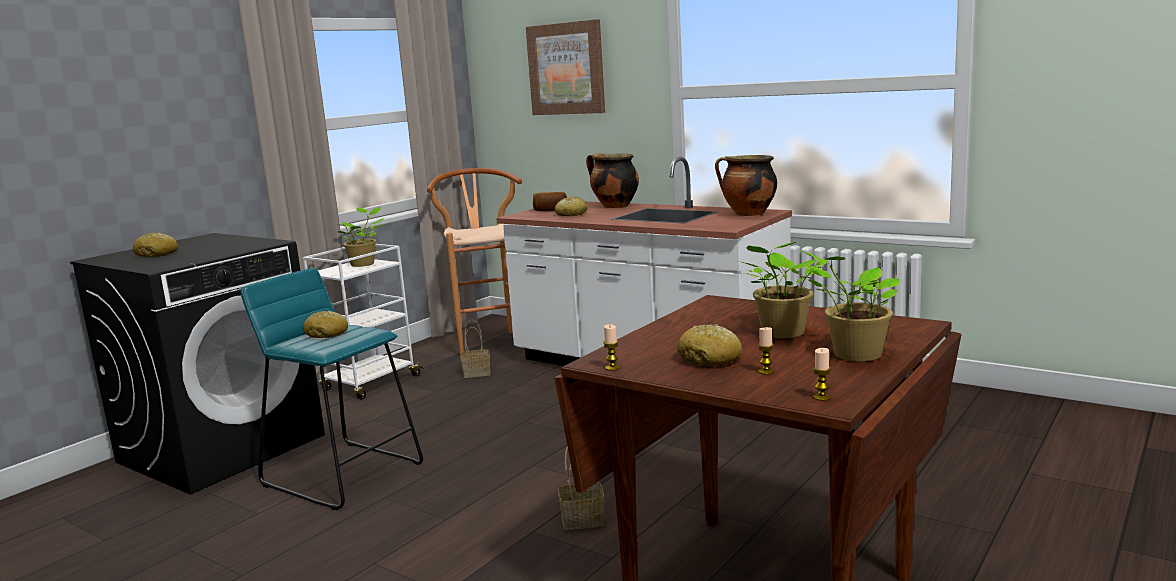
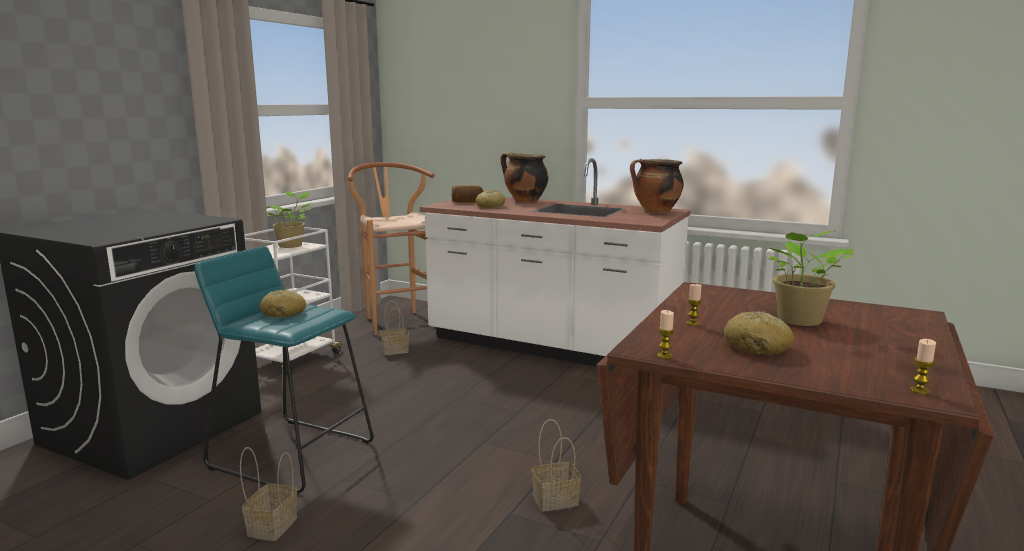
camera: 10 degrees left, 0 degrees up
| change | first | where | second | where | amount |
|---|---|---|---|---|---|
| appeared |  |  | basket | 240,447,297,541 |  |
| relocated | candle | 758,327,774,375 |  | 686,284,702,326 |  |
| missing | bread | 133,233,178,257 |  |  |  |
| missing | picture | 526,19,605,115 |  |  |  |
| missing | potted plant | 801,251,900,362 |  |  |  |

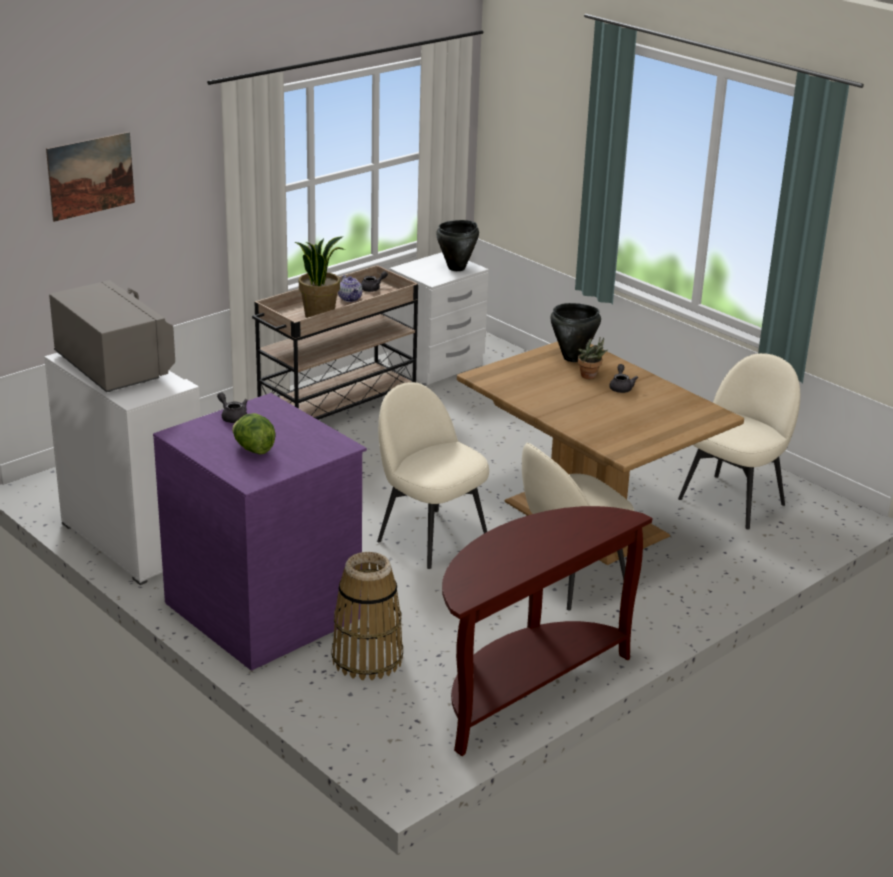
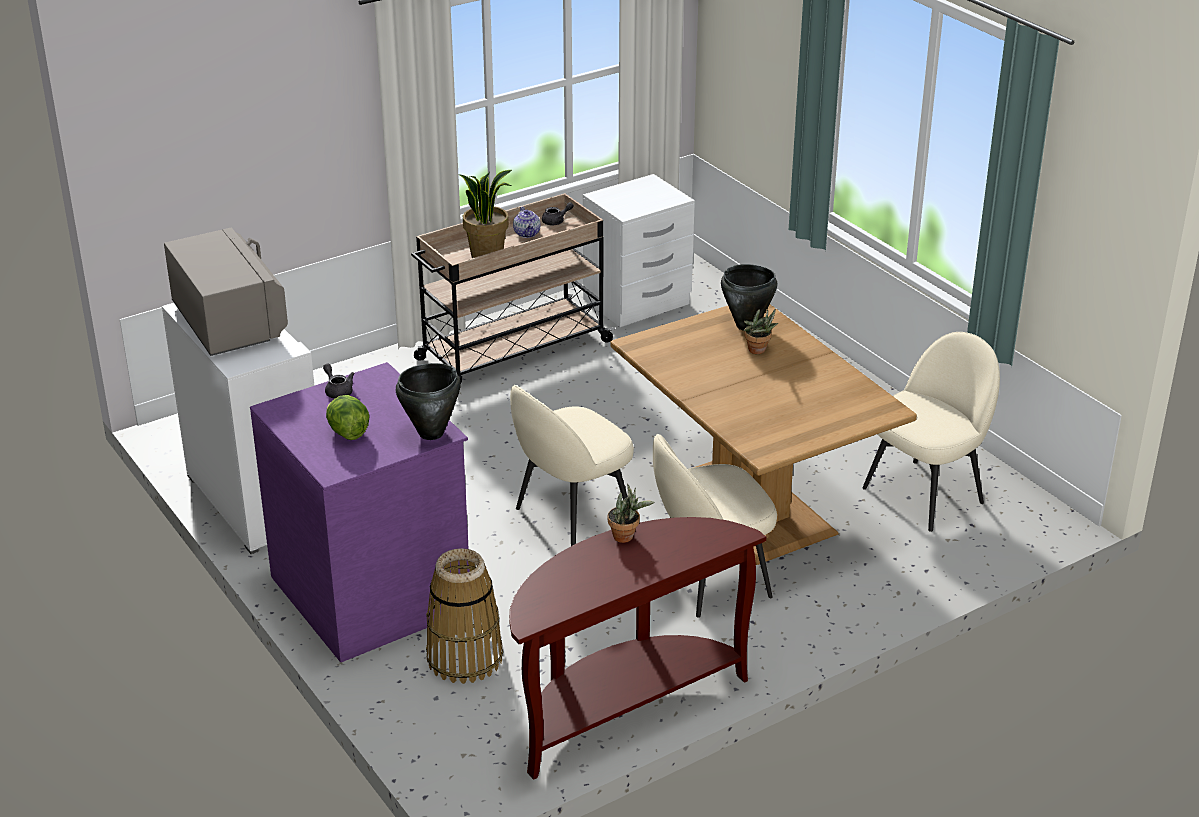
camera: 10 degrees right, 5 degrees up
| change | first | where | second | where | amount |
|---|---|---|---|---|---|
| relocated | cooking pot (black) | 436,220,479,271 |  | 396,363,461,440 |  |
| spun | chair (beige) | 377,382,489,569 |  | 510,385,634,546 | 90 degrees counterclockwise |
| appeared |  |  | potted plant | 608,484,654,543 |  |
| missing | picture | 46,132,135,222 |  |  |  |
| missing | teapot (grey) | 609,364,638,393 |  |  |  |

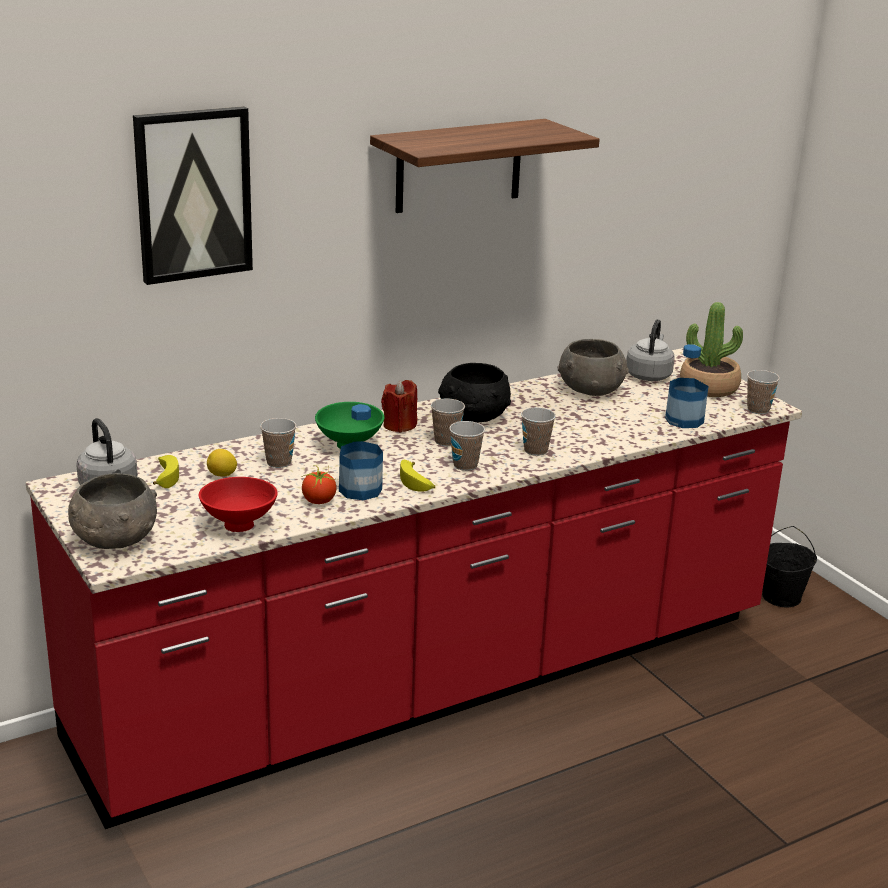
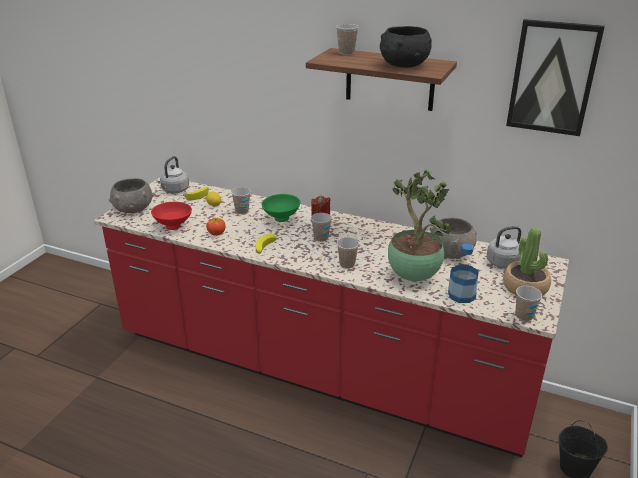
camera: 55 degrees right, 5 degrees up
| change | first | where | second | where | amount |
|---|---|---|---|---|---|
| relocated | cup | 449,421,485,471 |  | 336,24,359,55 |  |
| relocated | bowl (black) | 438,363,511,423 |  | 380,26,432,68 |  |
| appeared |  |  | potted plant | 388,170,454,281 |  |
| relocated | picture | 133,106,253,285 |  | 506,19,605,136 |  |
| missing | bottle | 339,404,383,500 |  |  |  |

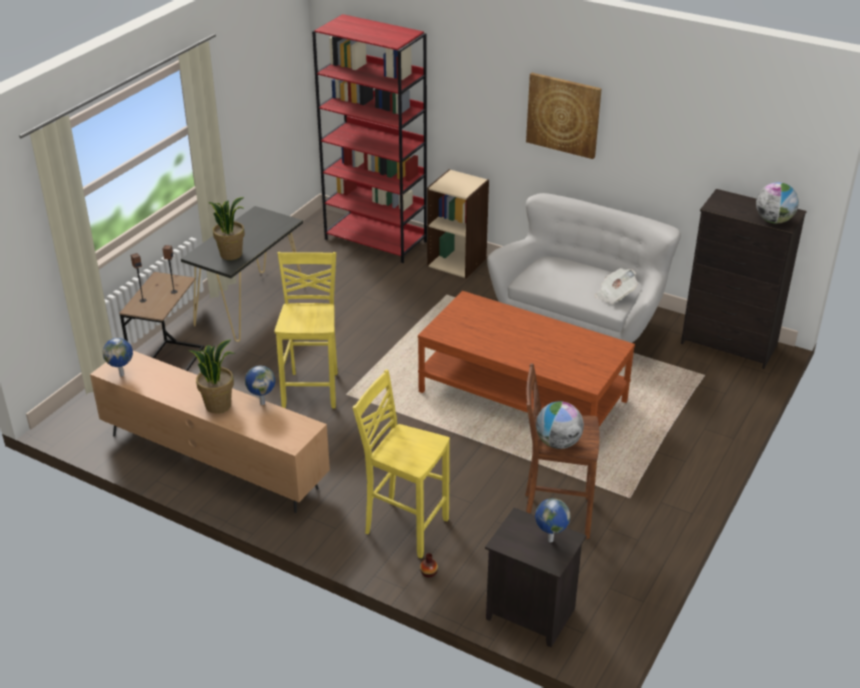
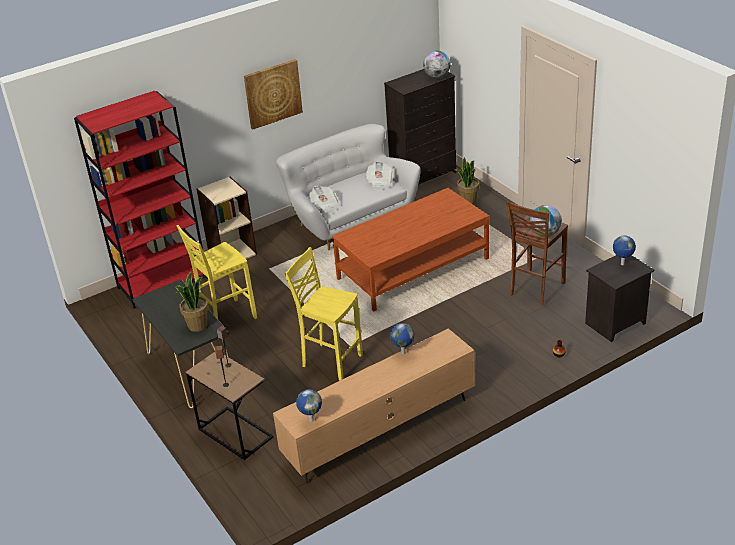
camera: 60 degrees left, 0 degrees up
| change | first | where | second | where | amount |
|---|---|---|---|---|---|
| relocated | stool (yellow) | 353,370,450,558 |  | 177,225,257,319 |  |
| appeared |  |  | newspaper | 309,185,340,214 |  |
| relocated | potted plant | 189,340,235,413 |  | 455,157,479,204 |  |

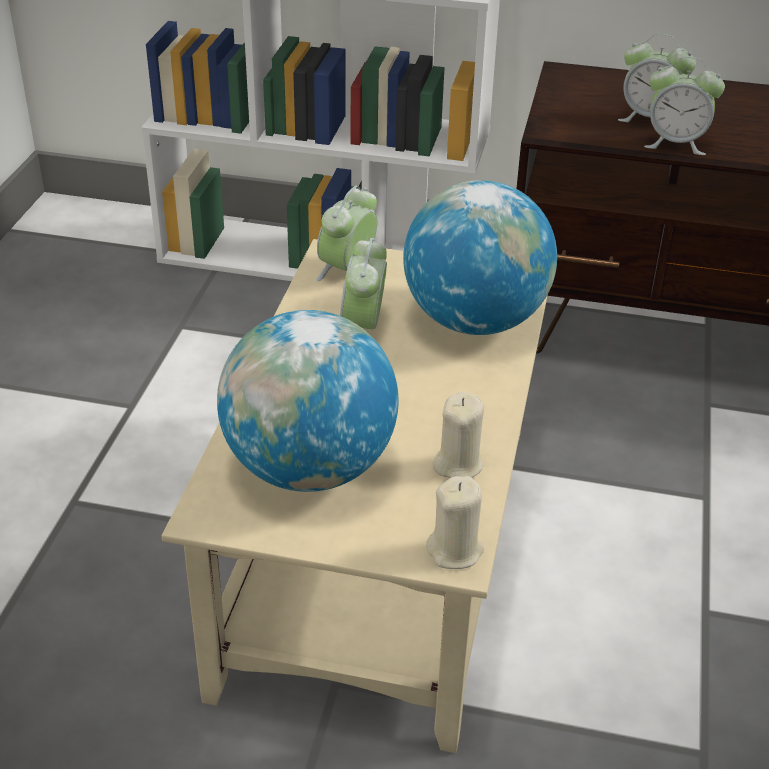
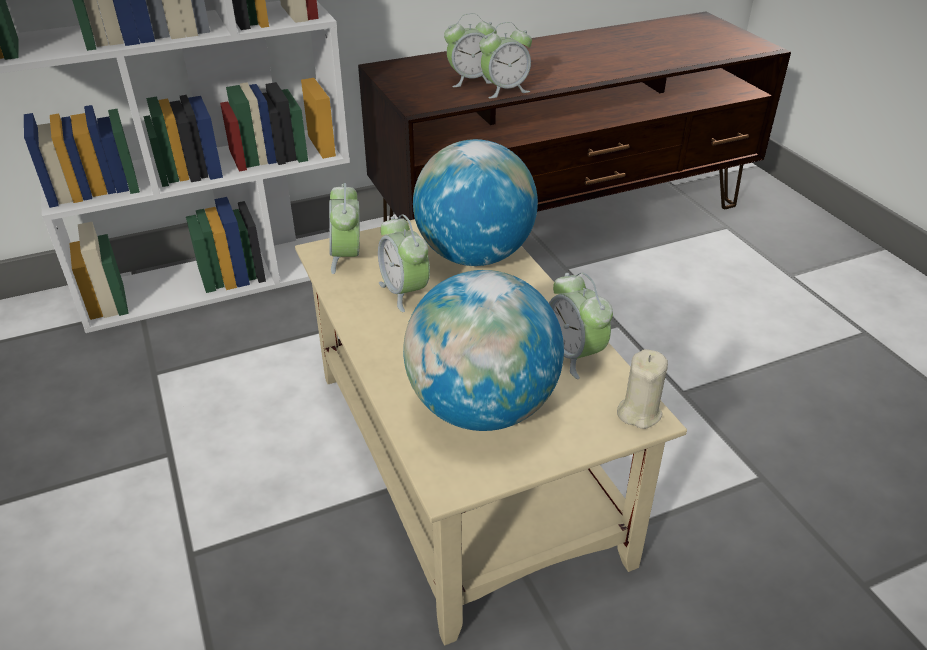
camera: 35 degrees left, 0 degrees up
| change | first | where | second | where | amount |
|---|---|---|---|---|---|
| exchanged | candle (beige) | 432,392,484,478 | alarm clock | 549,272,613,379 |  |

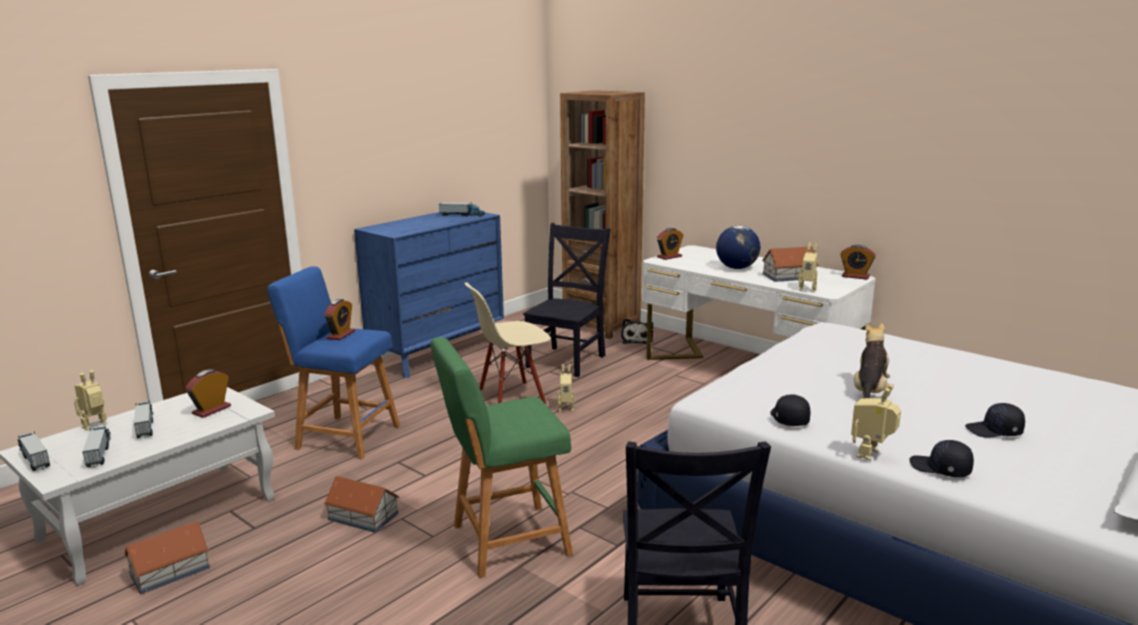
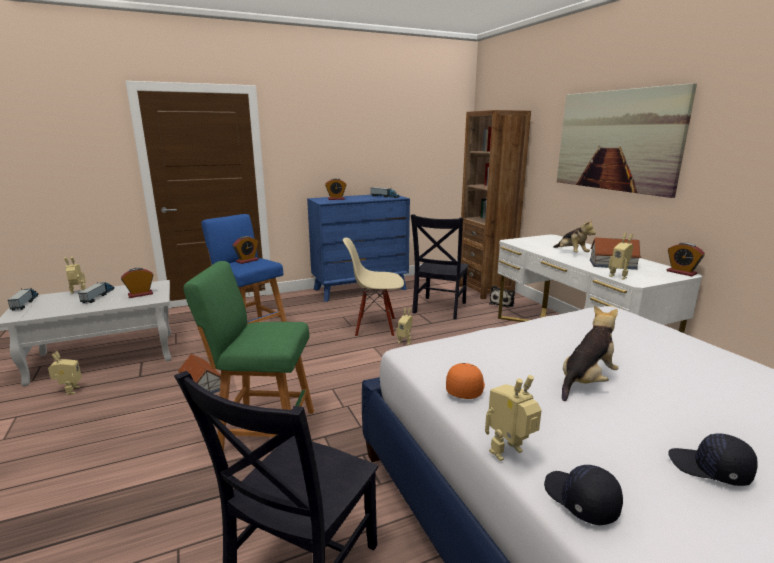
camera: 25 degrees right, 0 degrees up
| change | first | where | second | where | amount |
|---|---|---|---|---|---|
| exchanged | toy house | 124,521,210,594 | toy robot | 48,351,82,395 |  |
| relocated | alarm clock | 657,228,684,260 |  | 325,178,346,200 |  |
| spun | chair (black) | 523,223,611,377 |  | 411,214,469,319 | 150 degrees clockwise |
| colour | cap (black) | 770,394,810,426 | cap (orange) | 446,363,485,399 |  |
| exchanged | globe | 716,226,760,269 | plush toy | 553,219,596,252 |  |
| appeared |  |  | picture | 557,83,697,198 |  |
| missing | toy truck | 83,426,111,467 |  |  |  |

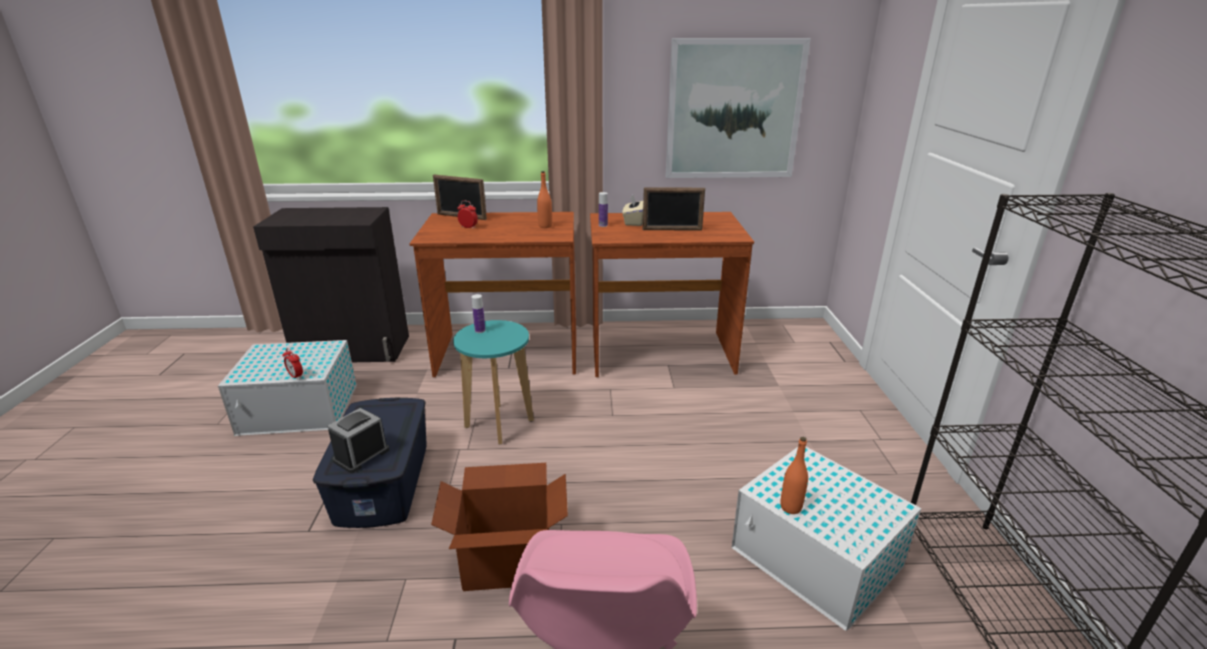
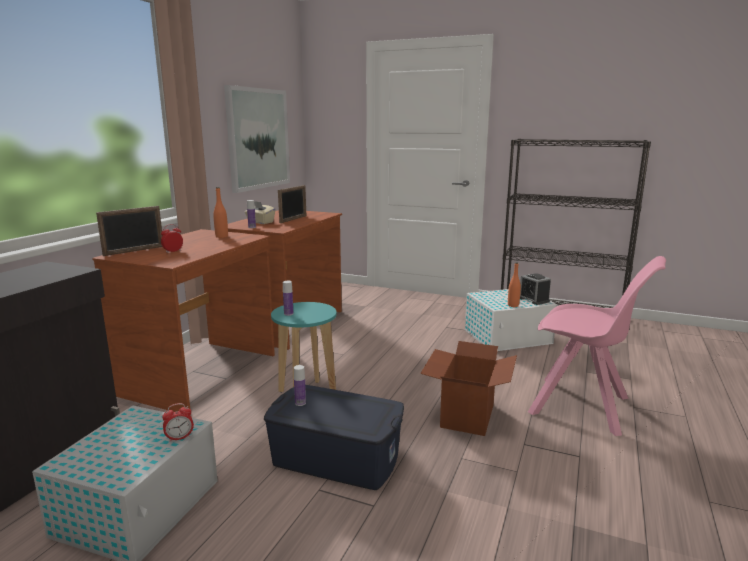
camera: 65 degrees left, 10 degrees down
| change | first | where | second | where | amount |
|---|---|---|---|---|---|
| appeared |  |  | bottle | 294,365,306,406 |  |
| relocated | alarm clock | 327,408,389,473 |  | 520,273,551,305 |  |

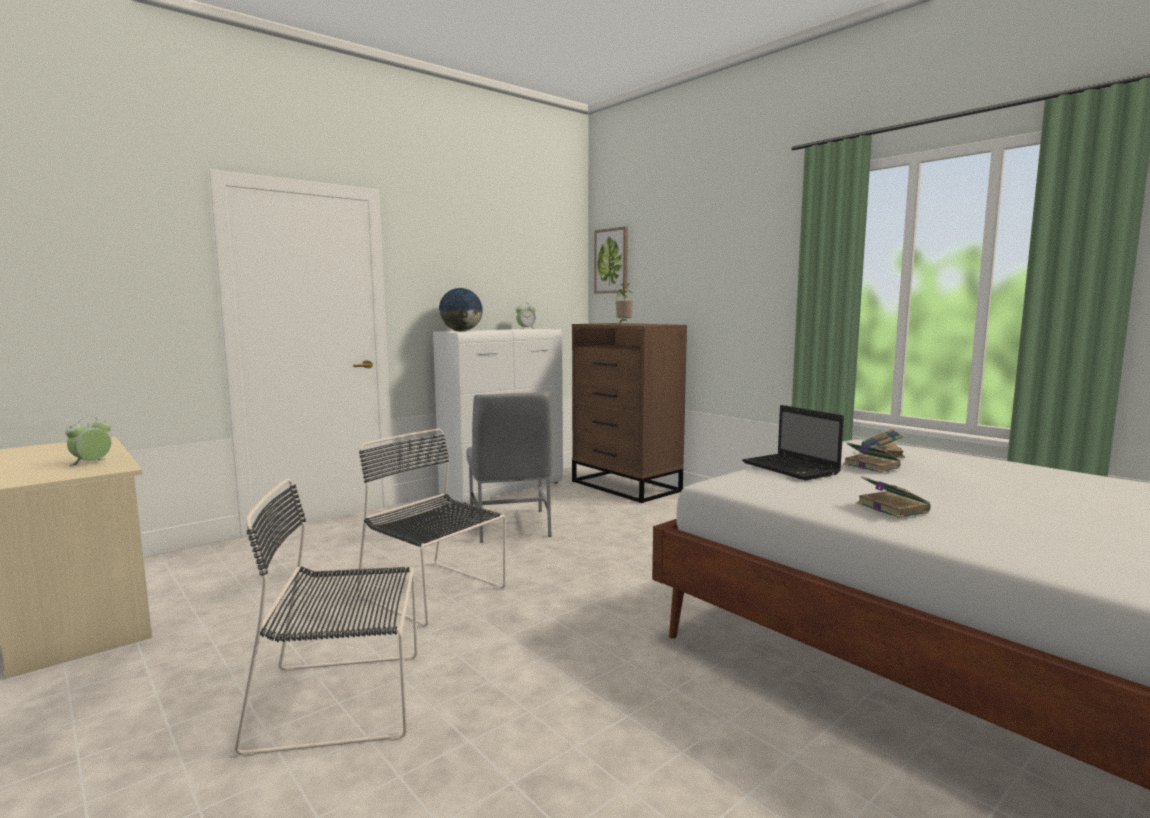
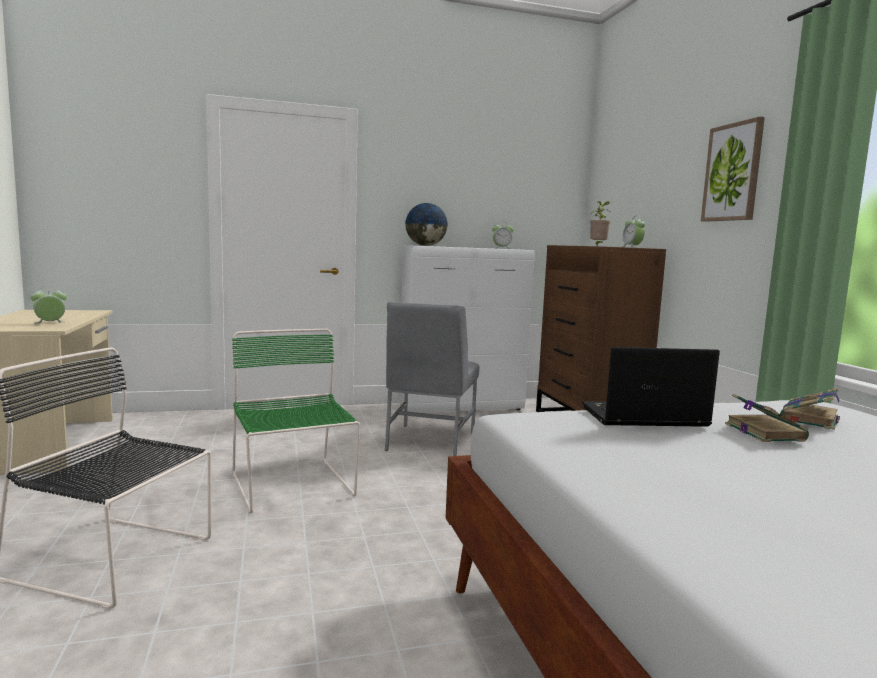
camera: 25 degrees right, 0 degrees up
| change | first | where | second | where | amount |
|---|---|---|---|---|---|
| colour | chair (black) | 357,429,506,627 | chair (green) | 232,329,360,514 |  |
| spun | laptop | 742,405,844,480 |  | 582,347,720,427 | 90 degrees clockwise |
| appeared |  |  | alarm clock | 622,216,645,247 |  |
| relocated | picture | 594,227,628,294 |  | 701,117,765,222 |  |
| missing | book | 857,476,931,518 |  |  |  |

